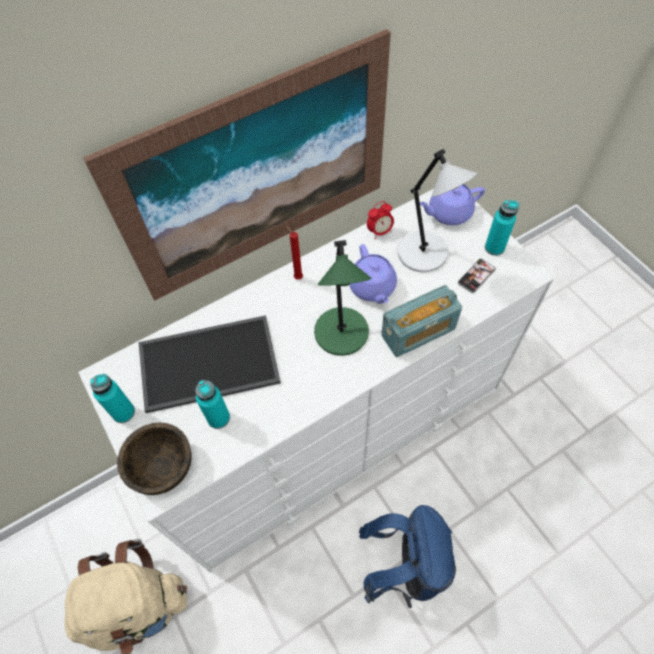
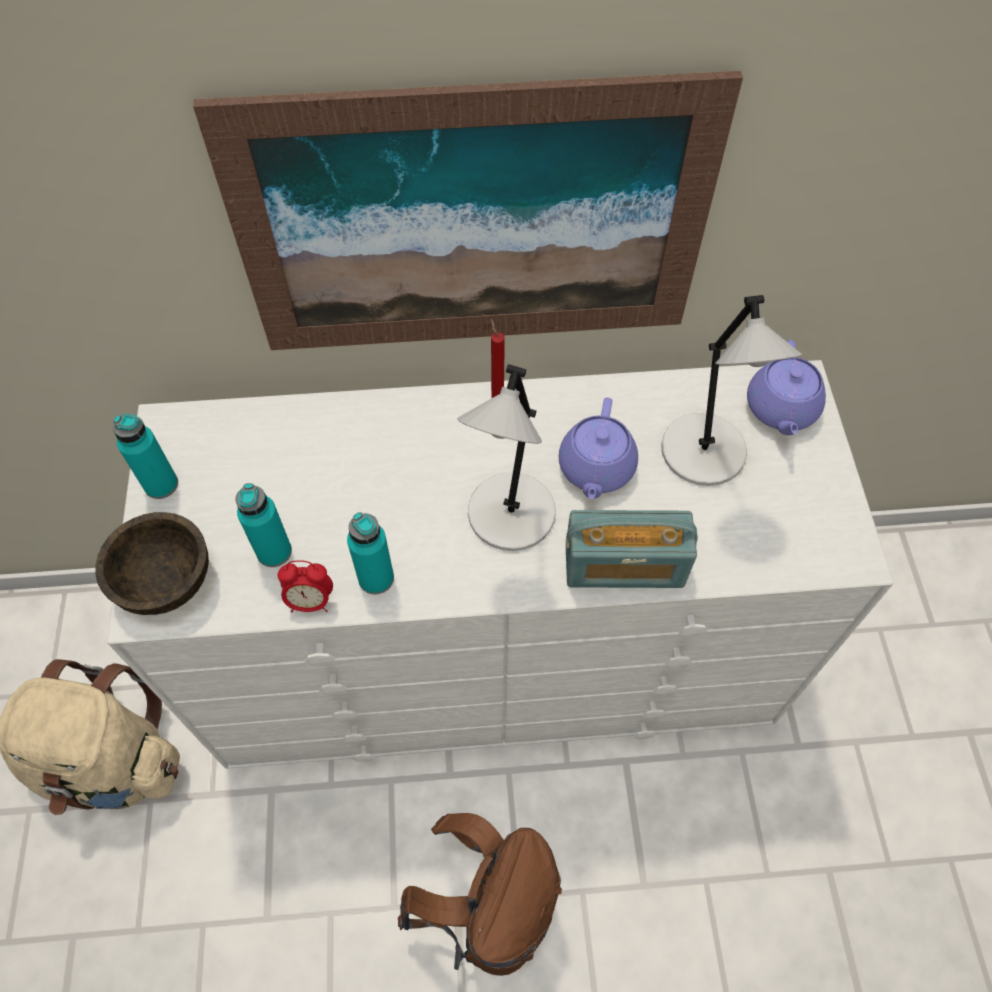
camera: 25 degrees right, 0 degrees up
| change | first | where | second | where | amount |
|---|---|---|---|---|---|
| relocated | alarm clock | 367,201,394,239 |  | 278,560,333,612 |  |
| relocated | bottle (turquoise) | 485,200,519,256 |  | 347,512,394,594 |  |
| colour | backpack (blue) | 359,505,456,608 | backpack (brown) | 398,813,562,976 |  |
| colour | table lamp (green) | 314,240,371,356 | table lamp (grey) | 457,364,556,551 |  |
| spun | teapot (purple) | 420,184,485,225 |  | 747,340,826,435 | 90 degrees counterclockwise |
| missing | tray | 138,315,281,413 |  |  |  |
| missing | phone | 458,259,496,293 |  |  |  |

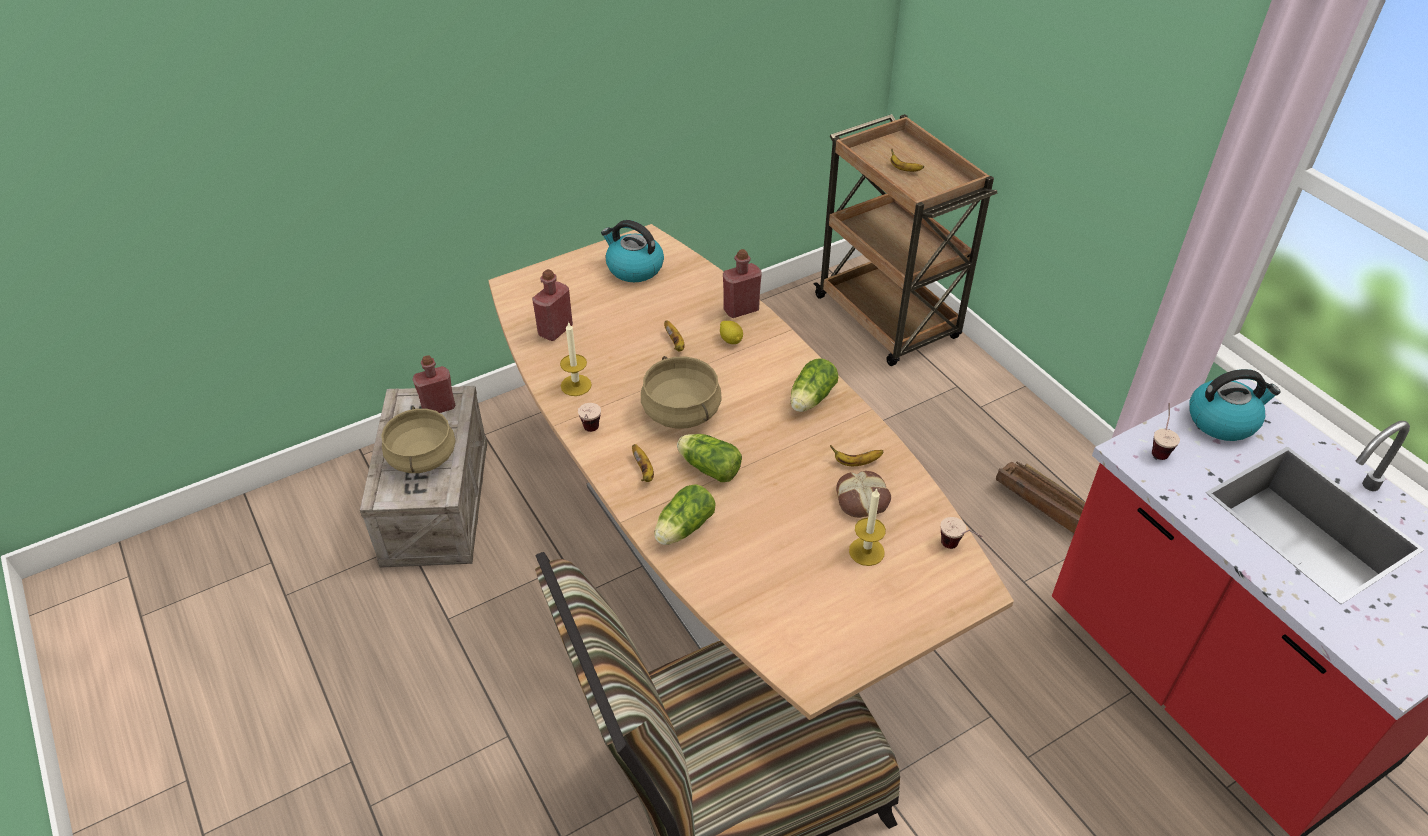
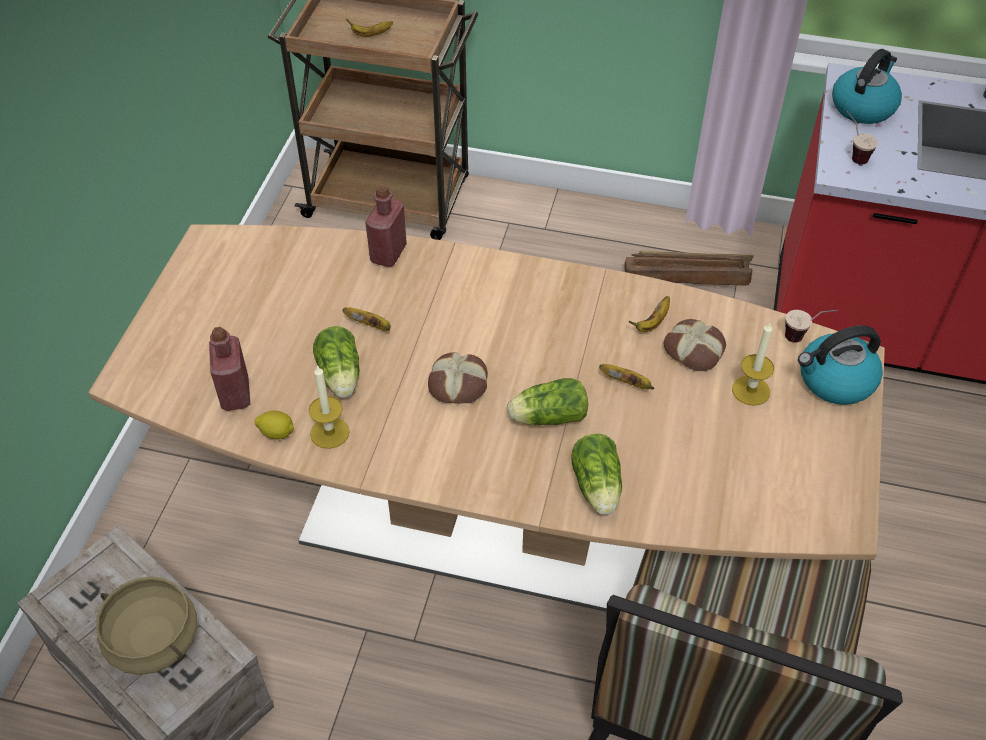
camera: 45 degrees left, 5 degrees up
| change | first | where | second | where | amount |
|---|---|---|---|---|---|
| relocated | lemon | 720,321,743,344 |  | 255,410,294,439 |  |
| relocated | lettuce | 790,358,838,412 |  | 313,326,359,398 |  |
| exchanged | cooking pot (beige) | 641,356,722,429 | bread | 428,352,488,404 |  |
| relocated | banana | 632,444,654,482 |  | 599,364,654,389 |  |
| relocated | kettle | 601,220,664,282 |  | 798,325,883,405 |  |
| missing | bottle (red) | 413,355,455,413 |  |  |  |
| missing | cup | 578,403,601,432 |  |  |  |

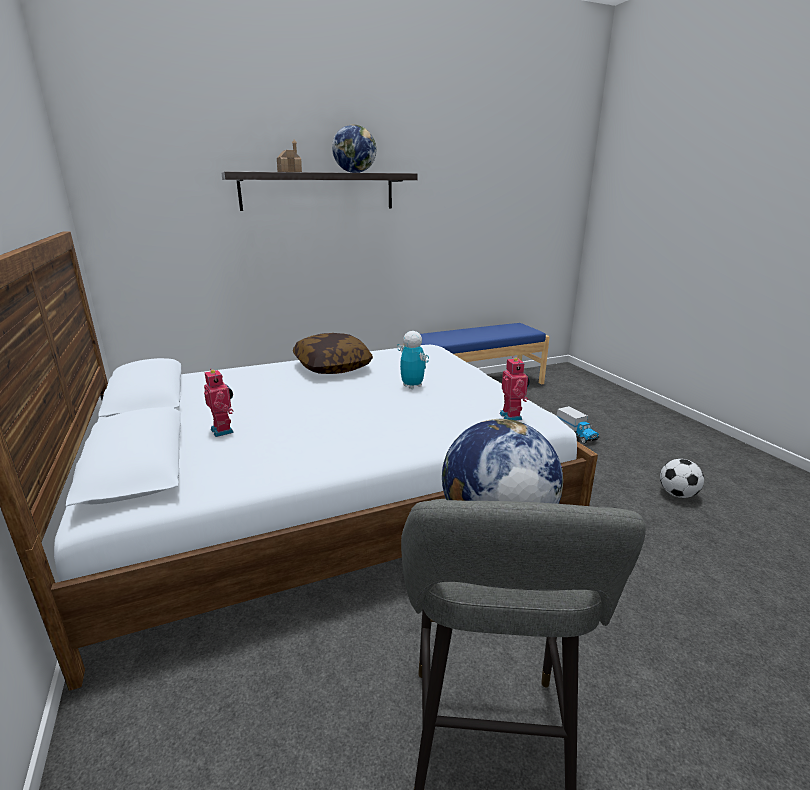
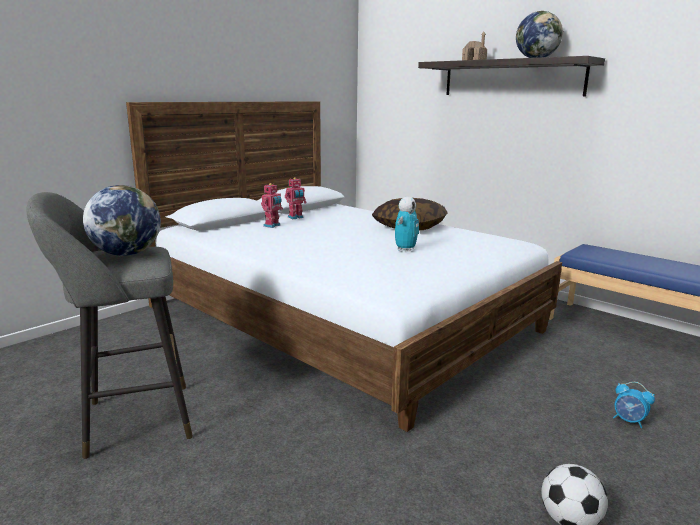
camera: 65 degrees right, 5 degrees down
| change | first | where | second | where | amount |
|---|---|---|---|---|---|
| relocated | toy robot | 499,356,530,421 |  | 285,177,306,219 |  |
| exchanged | toy truck | 557,406,599,444 | alarm clock | 613,382,655,428 |  |

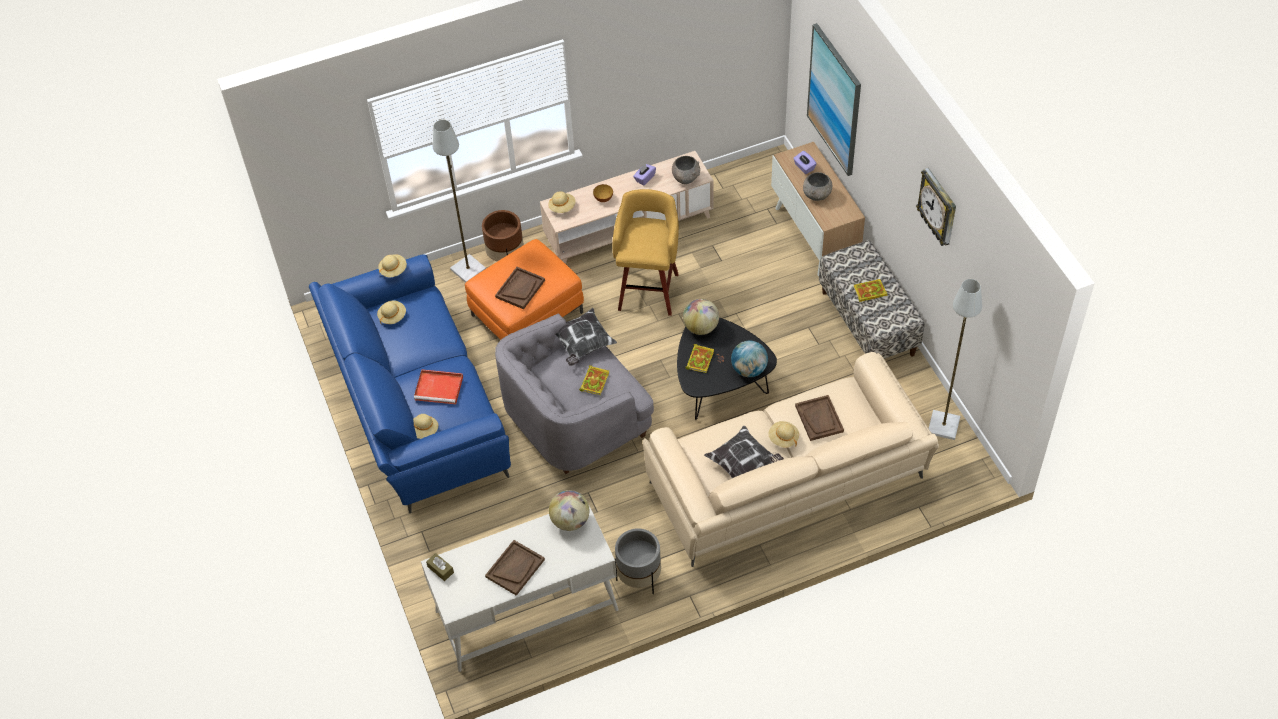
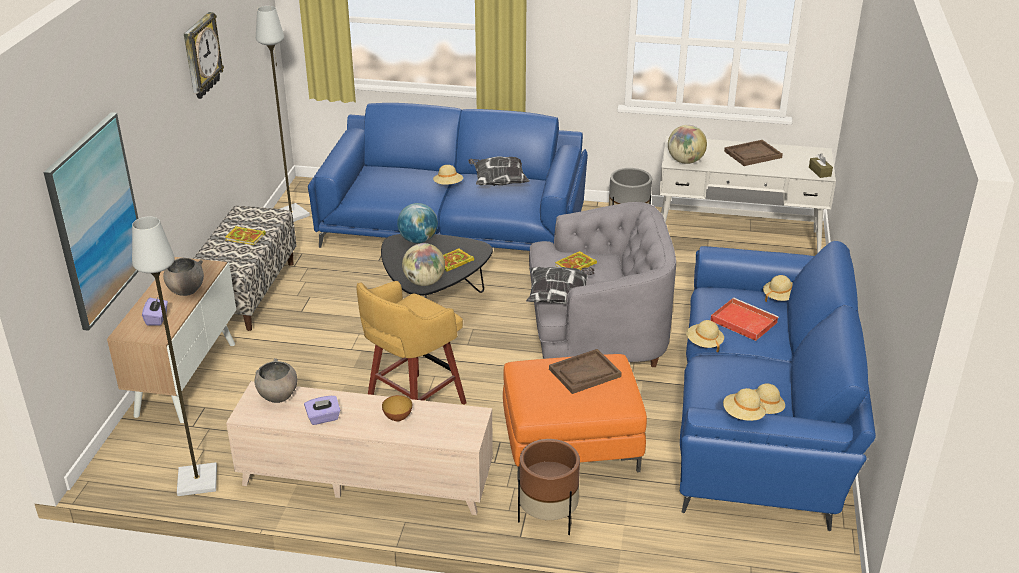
camera: 150 degrees left, 20 degrees down
| change | first | where | second | where | amount |
|---|---|---|---|---|---|
| relocated | floor lamp (grey) | 433,120,486,283 |  | 132,217,217,496 |  |
| colour | sofa (beige) | 643,352,939,567 | sofa (blue) | 308,103,588,251 |  |
| relocated | hat (beige) | 548,191,576,213 |  | 686,320,724,352 |  |
| missing | tray (brown) | 795,395,844,441 |  |  |  |

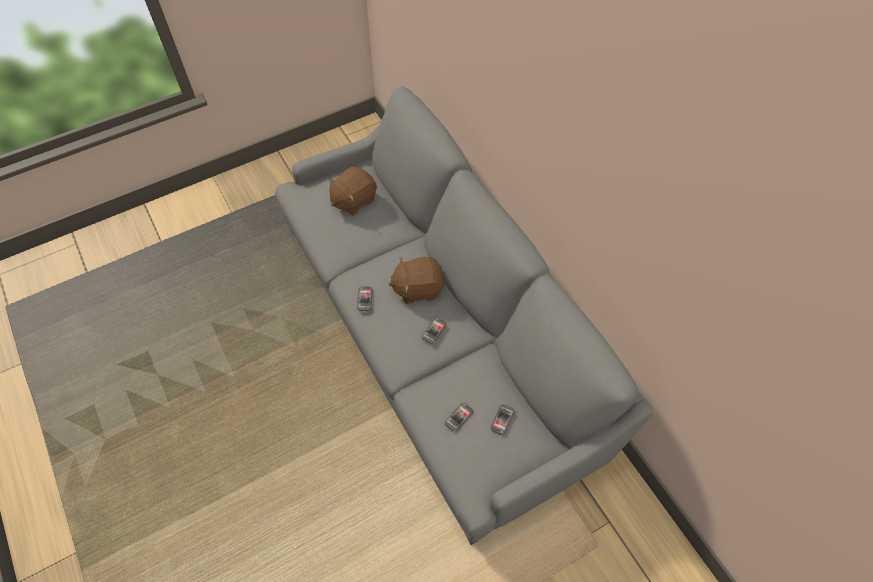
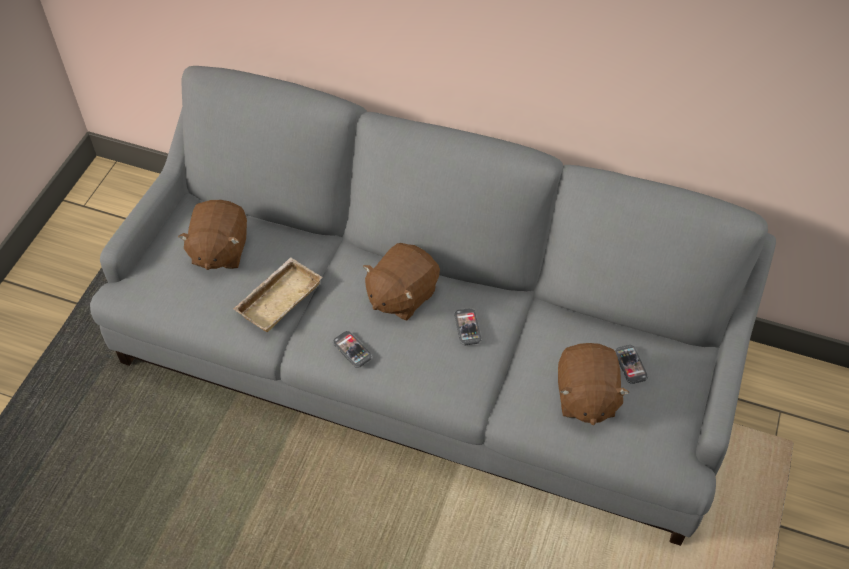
camera: 40 degrees left, 5 degrees down
| change | first | where | second | where | amount |
|---|---|---|---|---|---|
| appeared |  |  | tray (beige) | 233,258,323,332 |  |
| exchanged | phone | 445,403,474,432 | plush toy (brown) | 558,343,630,425 |  |

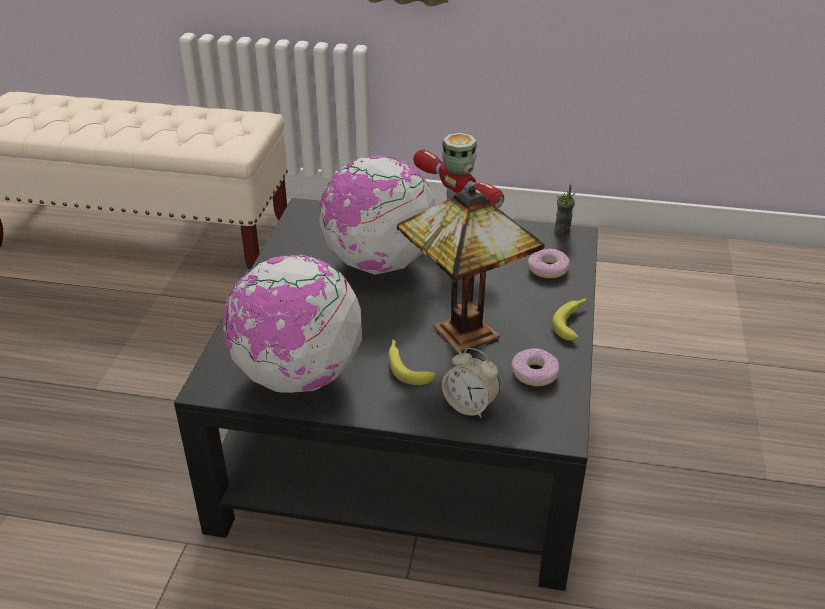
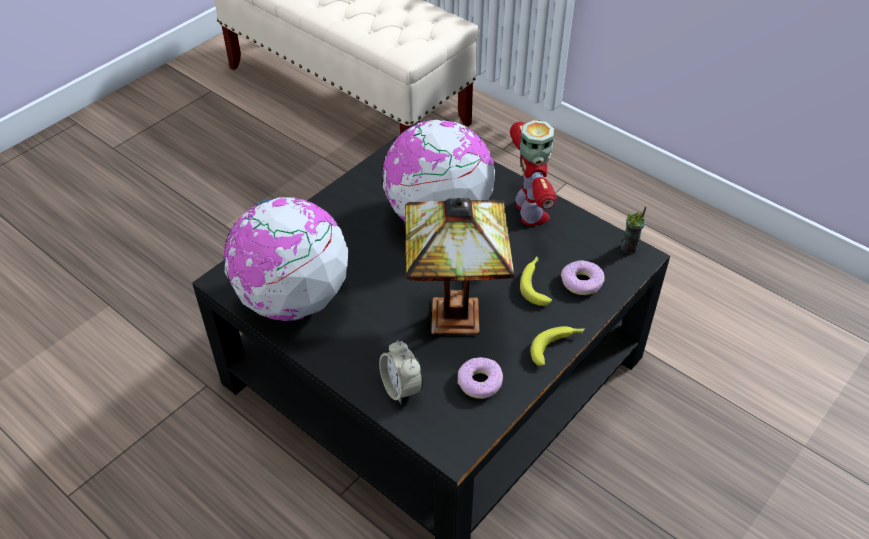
camera: 30 degrees right, 10 degrees up
| change | first | where | second | where | amount |
|---|---|---|---|---|---|
| relocated | banana | 389,339,435,385 |  | 520,256,552,306 |  |

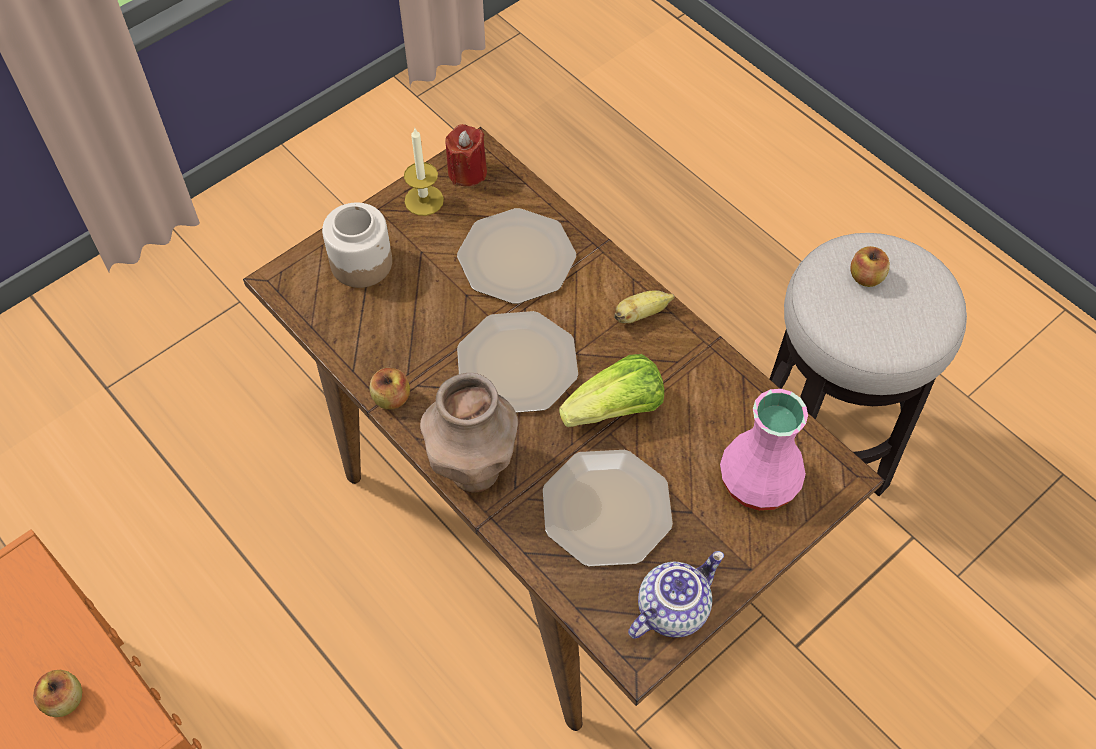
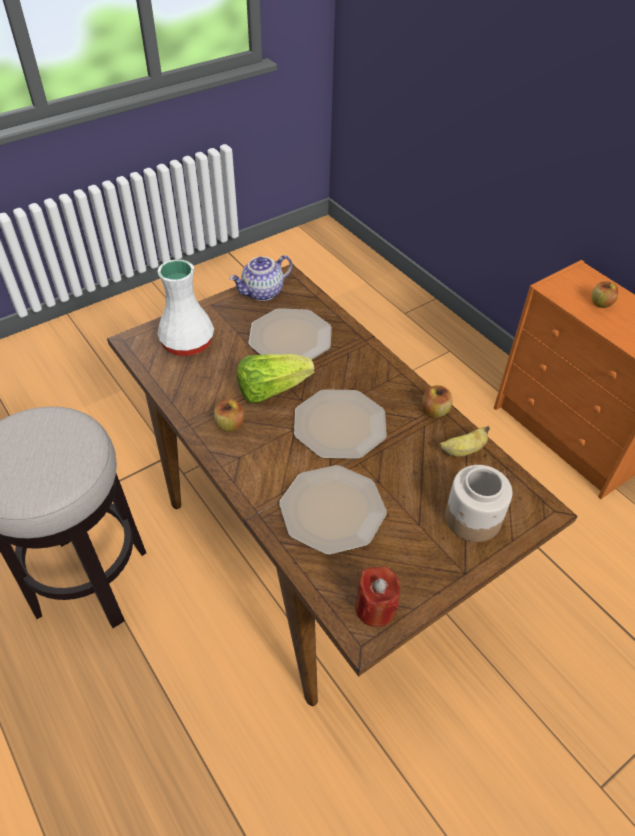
camera: 175 degrees left, 10 degrees down
| change | first | where | second | where | amount |
|---|---|---|---|---|---|
| colour | vase (pink) | 720,389,808,511 | vase (white) | 157,259,214,356 |  |
| relocated | apple | 850,246,890,287 |  | 214,399,245,432 |  |
| relocated | banana | 614,290,675,324 |  | 439,426,490,457 |  |
| missing | candle | 404,128,444,216 |  |  |  |
| missing | vase (brown) | 420,373,518,493 |  |  |  |

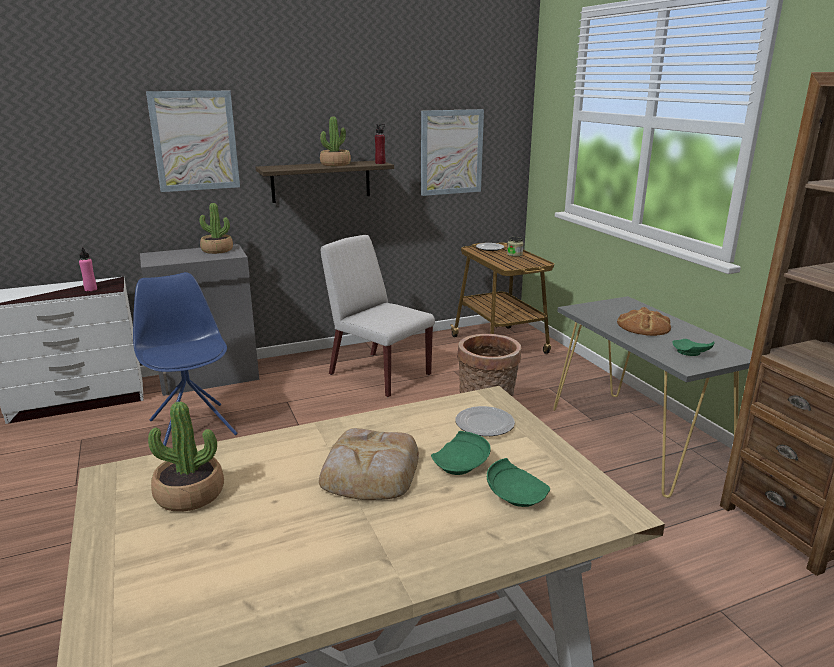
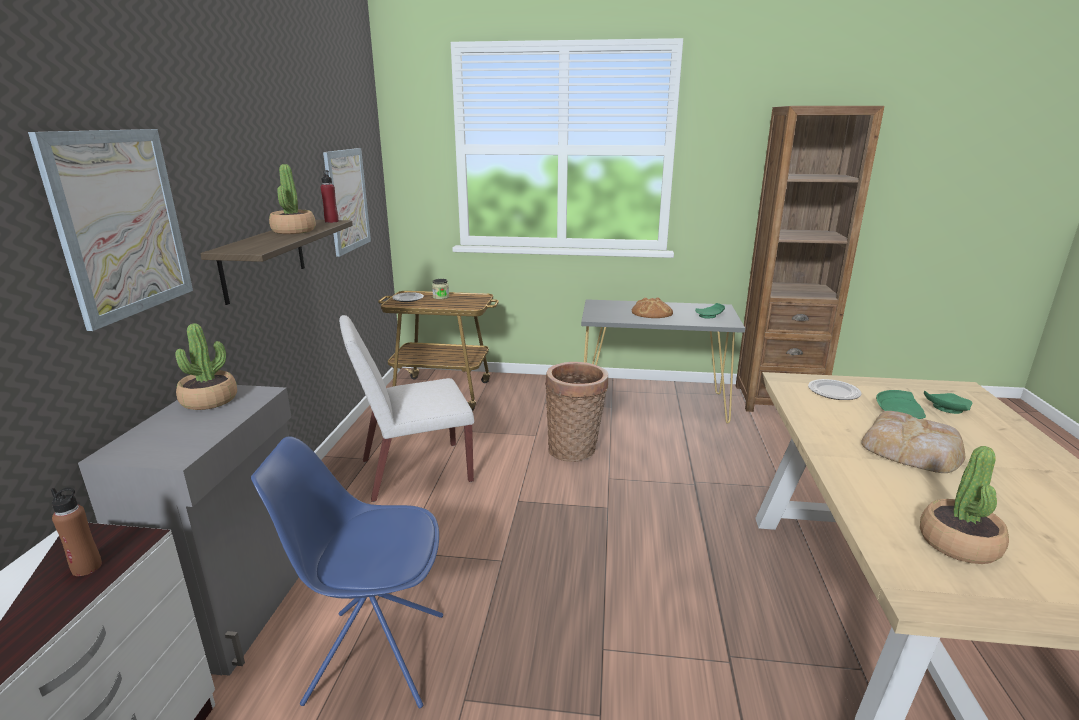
camera: 60 degrees left, 0 degrees up
| change | first | where | second | where | amount |
|---|---|---|---|---|---|
| colour | bottle (pink) | 79,247,97,291 | bottle (brown) | 51,487,102,576 |  |

